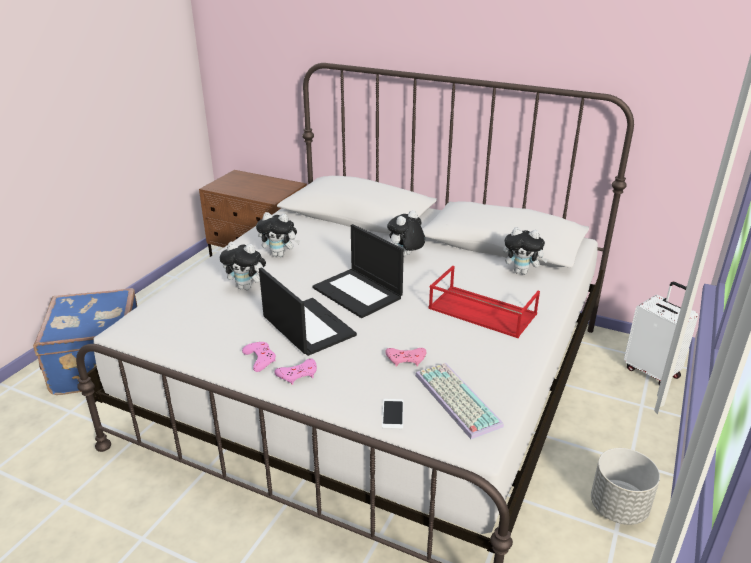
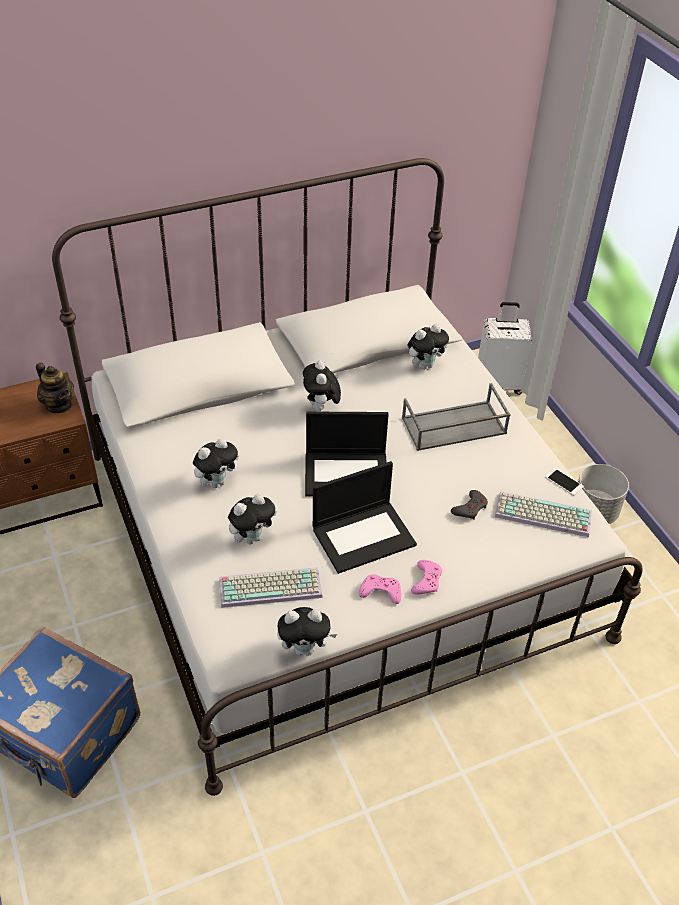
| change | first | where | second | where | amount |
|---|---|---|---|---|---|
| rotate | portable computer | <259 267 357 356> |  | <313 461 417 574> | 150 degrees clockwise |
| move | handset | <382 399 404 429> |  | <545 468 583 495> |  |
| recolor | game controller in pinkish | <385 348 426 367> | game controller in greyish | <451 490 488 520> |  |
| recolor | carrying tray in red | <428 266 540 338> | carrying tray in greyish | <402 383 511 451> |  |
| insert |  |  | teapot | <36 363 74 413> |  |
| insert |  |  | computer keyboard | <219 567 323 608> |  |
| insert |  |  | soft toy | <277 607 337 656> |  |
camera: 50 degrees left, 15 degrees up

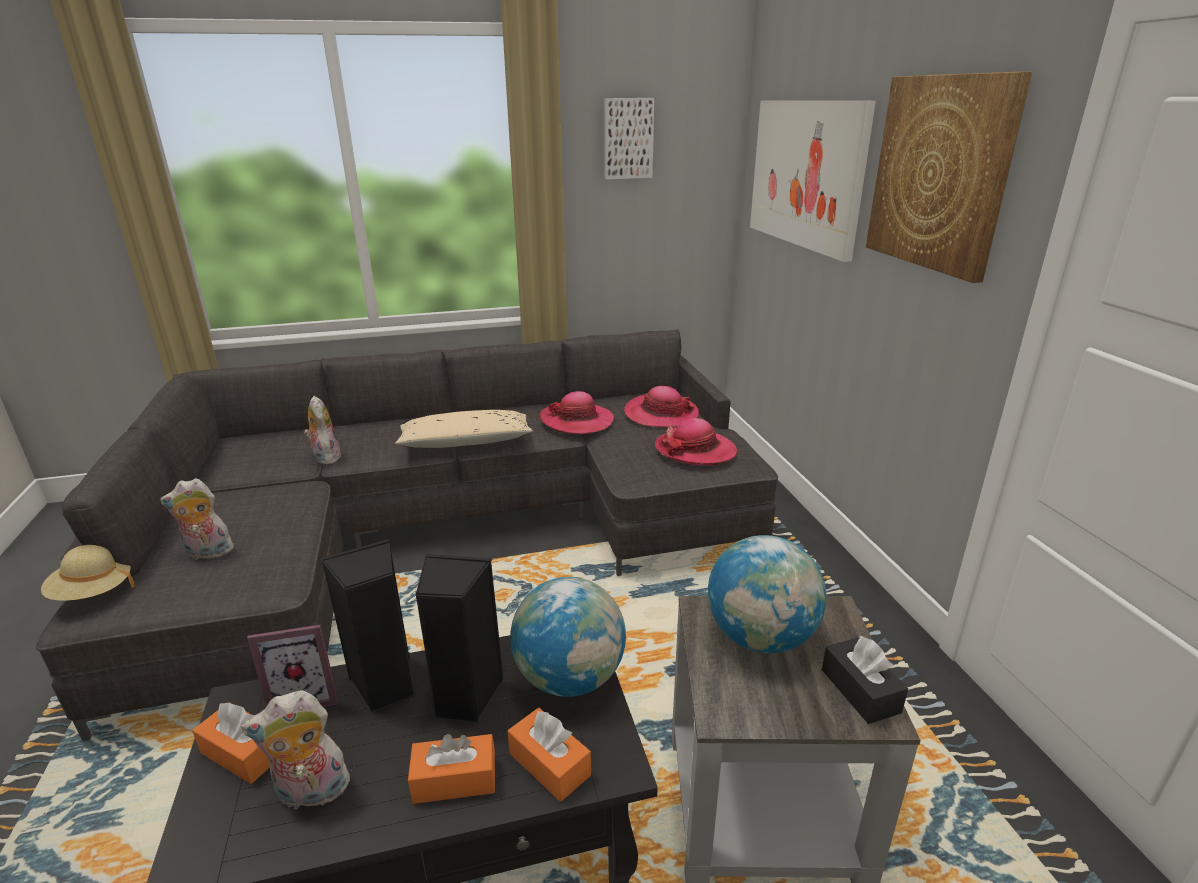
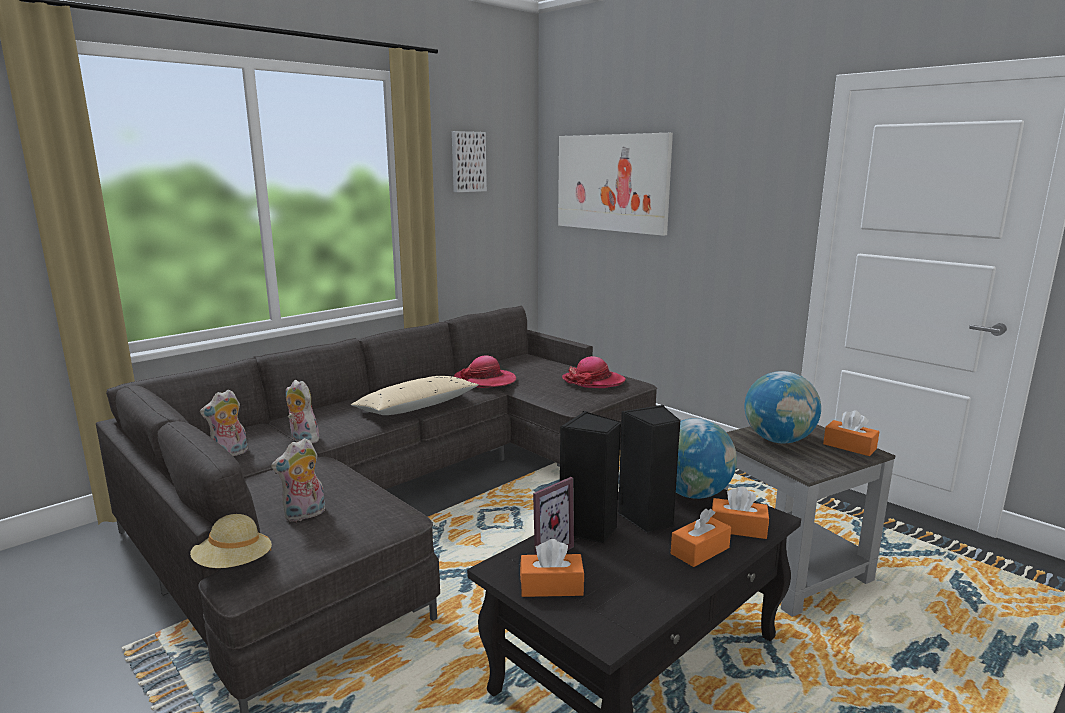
| change | first | where | second | where | amount |
|---|---|---|---|---|---|
| move | soft toy | <241 690 352 810> |  | <200 390 248 456> |  |
| delete | hat | <624 386 699 427> |  |  |  |
| recolor | box of tissues in black-coloured | <822 636 908 724> | box of tissues in orangey | <823 410 879 456> |  |
| delete | wall picture | <866 71 1032 283> |  |  |  |
camera: 30 degrees left, 10 degrees down

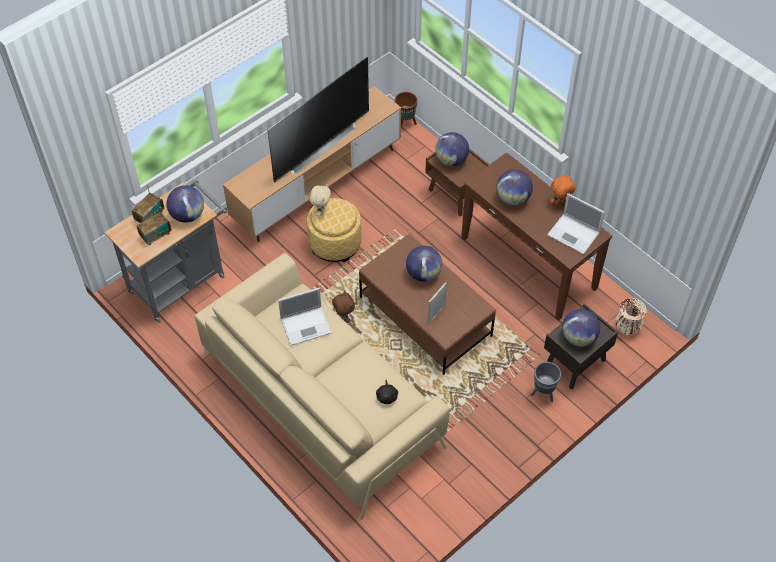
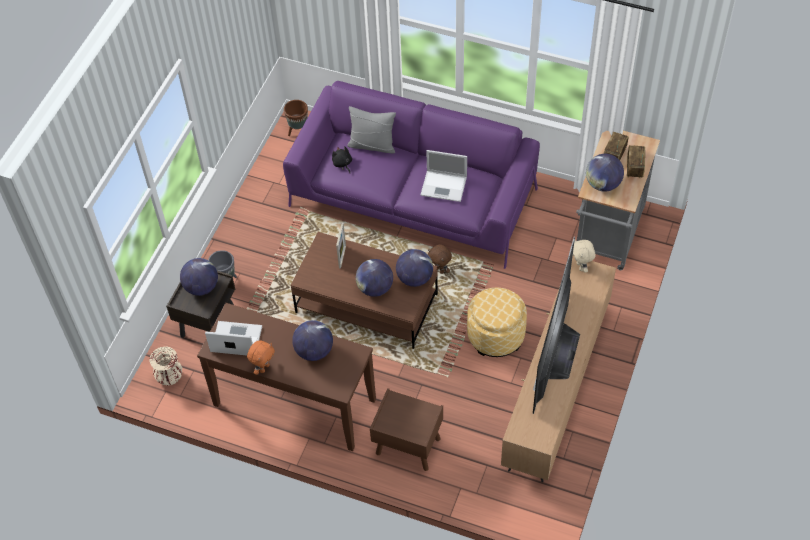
| change | first | where | second | where | amount |
|---|---|---|---|---|---|
| recolor | settee in beige | <195 253 449 520> | settee in purplish | <283 81 540 269> |  |
| rotate | portable computer | <278 288 332 346> |  | <420 150 467 202> | 120 degrees counterclockwise |
| move | soft toy in beige | <310 185 331 216> |  | <573 240 595 273> |  |
| move | plant pot in brownish | <395 92 418 128> |  | <284 100 308 136> |  |
| move | desk globe | <435 132 469 166> |  | <396 249 433 287> |  |
| insert |  |  | throw pillow in greyish | <347 106 396 153> |  |
camera: 155 degrees right, 0 degrees up

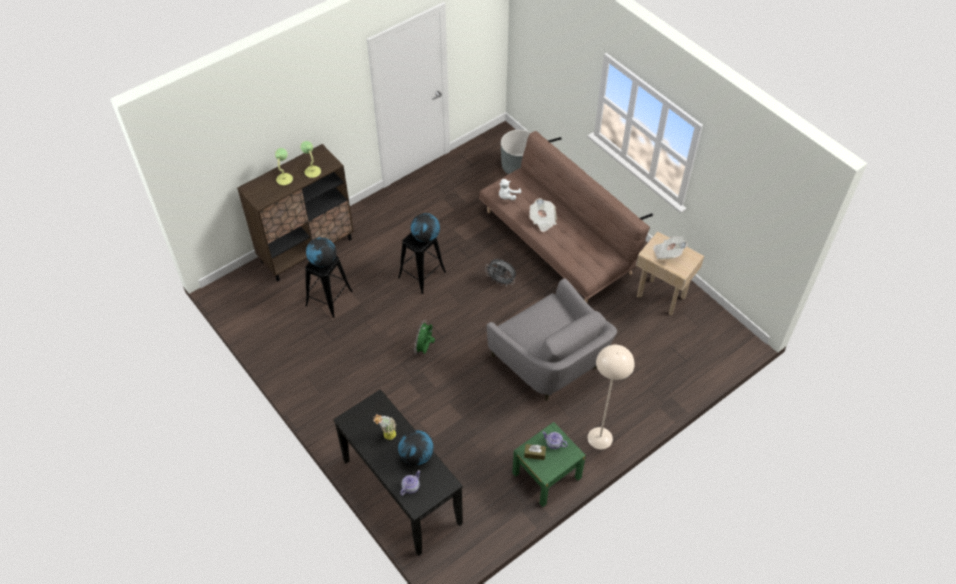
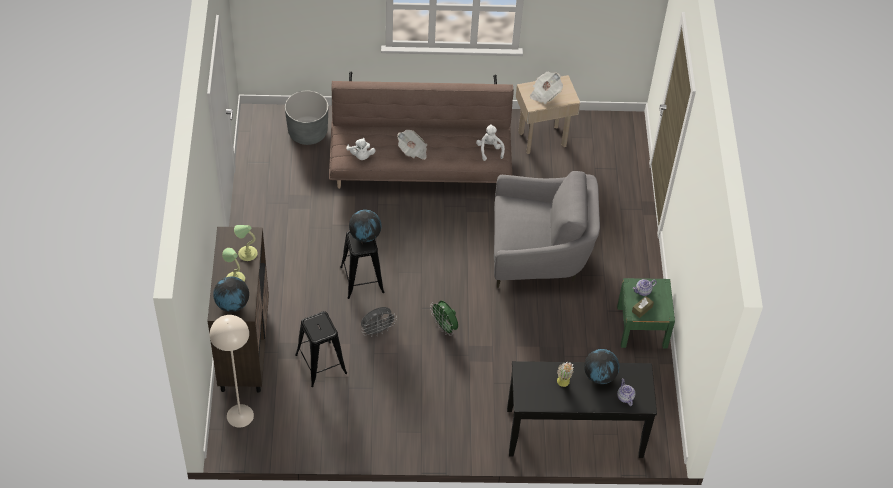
| change | first | where | second | where | amount |
|---|---|---|---|---|---|
| move | desk globe | <306 237 336 267> |  | <213 277 249 312> |  |
| move | cooling fan in greyish | <485 259 516 286> |  | <361 307 397 337> |  |
| move | standard lamp in beige | <588 345 635 449> |  | <210 315 254 428> |  |
| insert |  |  | soft toy in white-coloured | <476 124 505 161> |  |
camera: 55 degrees left, 0 degrees up

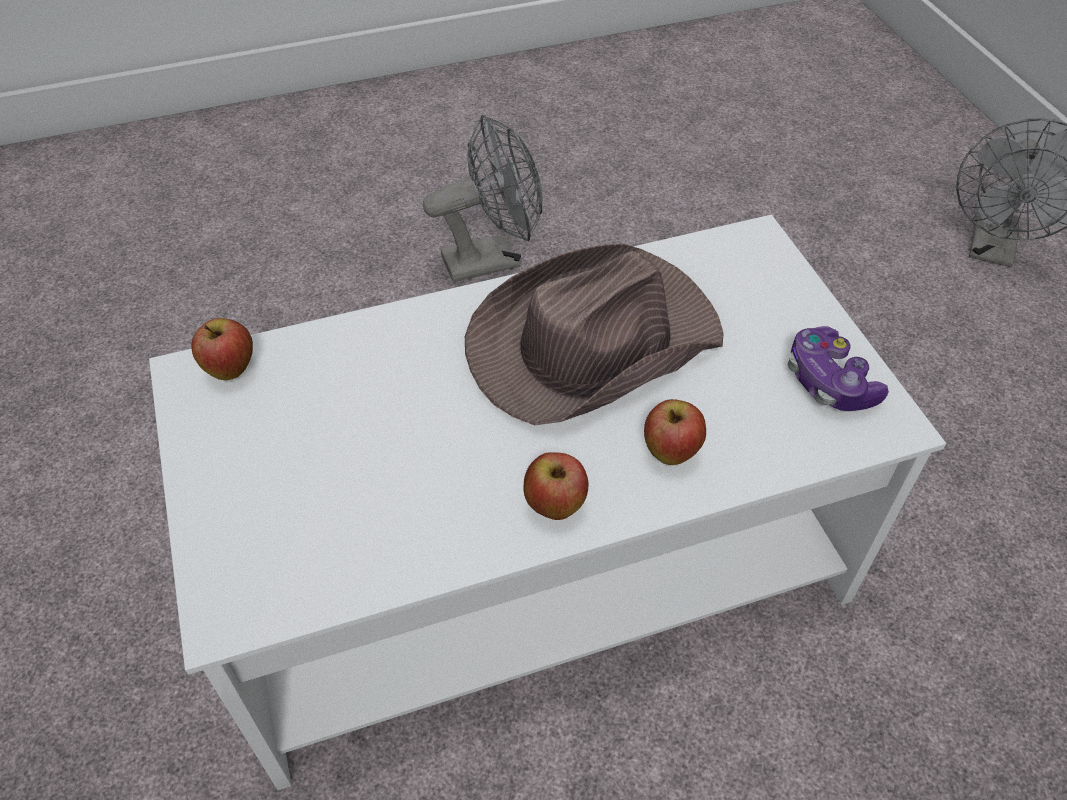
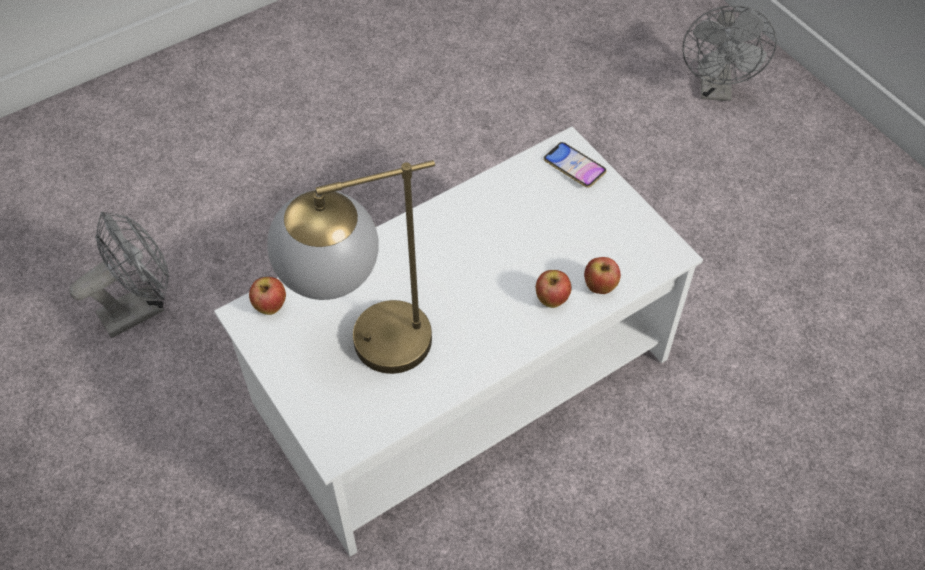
| change | first | where | second | where | amount |
|---|---|---|---|---|---|
| move | cooling fan in greyish | <423 115 542 282> |  | <69 211 169 338> |  |
| delete | hat in brownish | <465 244 724 425> |  |  |  |
| move | apple fruit | <524 452 588 520> |  | <584 257 621 294> |  |
| delete | game controller | <788 326 889 411> |  |  |  |
| insert |  |  | lamp for a table | <267 160 435 374> |  |
| insert |  |  | handset | <544 142 607 188> |  |
camera: 15 degrees left, 5 degrees up

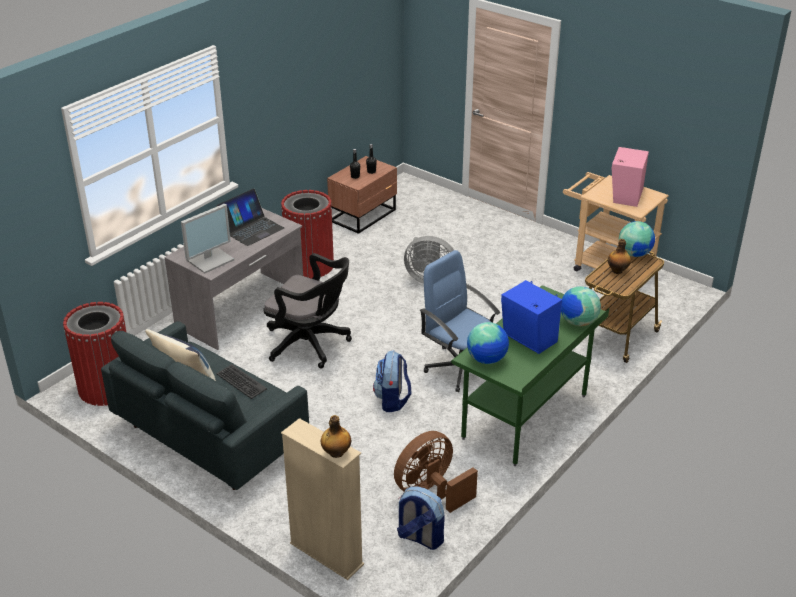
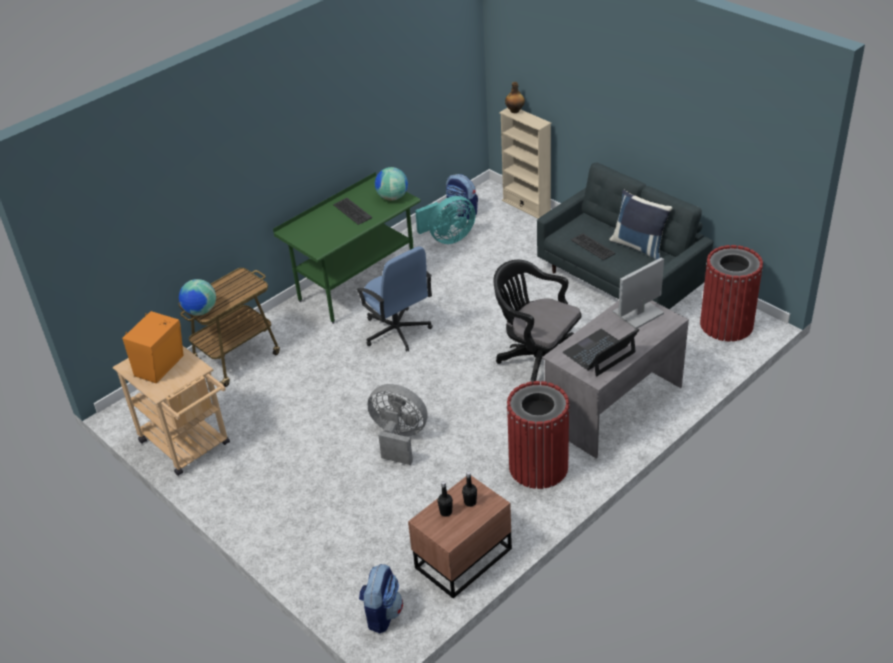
| change | first | where | second | where | amount |
|---|---|---|---|---|---|
| move | rucksack | <373 351 411 412> |  | <359 564 403 633> |  |
| recolor | cooling fan in brownish | <394 431 478 513> | cooling fan in turquoise | <415 196 476 244> |  |
| replace | loudspeaker in blue-coloured | <501 280 562 354> | computer keyboard | <333 198 372 225> |  |
| delete | desk globe | <561 286 601 326> |  |  |  |
| delete | drink bottle | <608 239 631 274> |  |  |  |
| recolor | loudspeaker in pinkish | <611 147 649 207> | loudspeaker in orangey | <122 311 184 383> |  |
camera: 170 degrees left, 5 degrees up

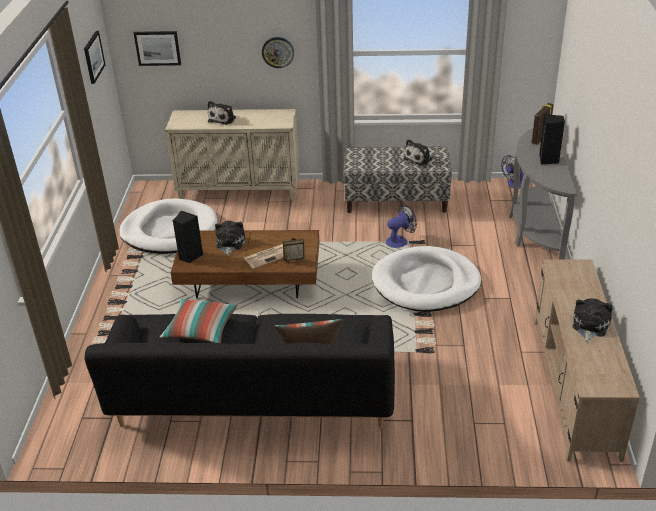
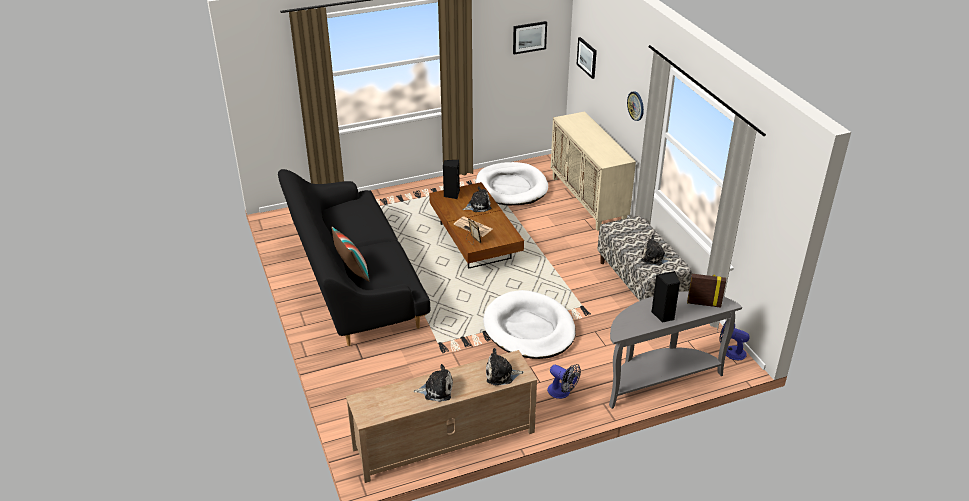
| change | first | where | second | where | amount |
|---|---|---|---|---|---|
| delete | throw pillow | <160 299 237 343> |  |  |  |
| move | soft toy | <208 101 236 125> |  | <486 348 524 385> |  |
| move | cooling fan | <386 205 417 248> |  | <547 364 581 399> |  |
camera: 65 degrees right, 0 degrees up

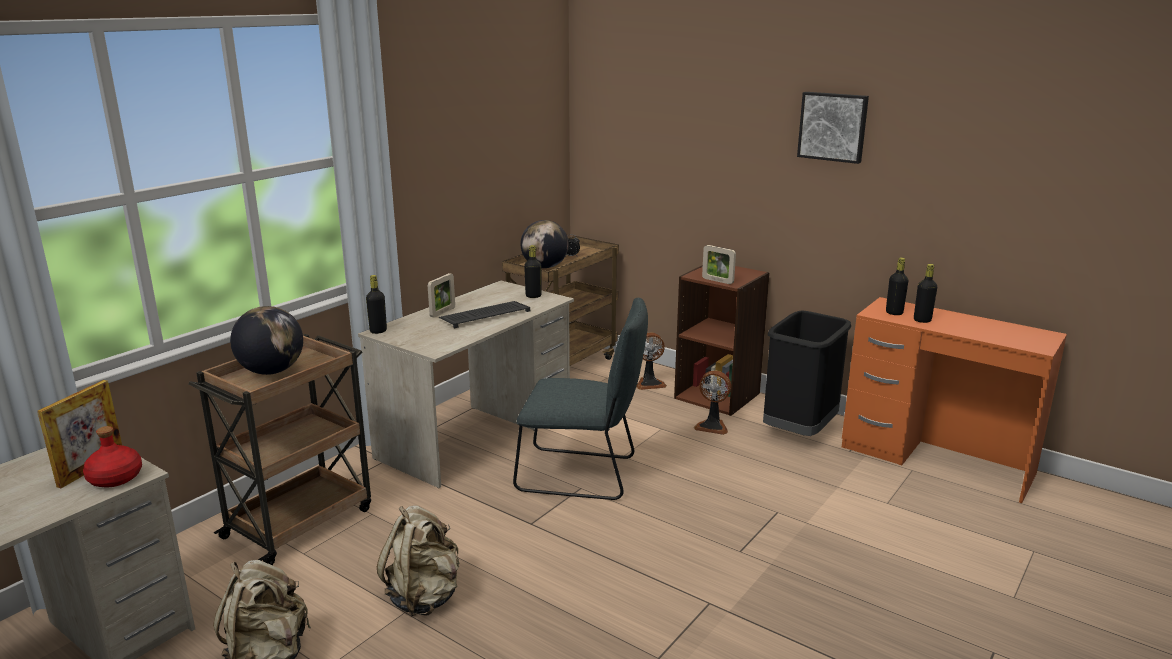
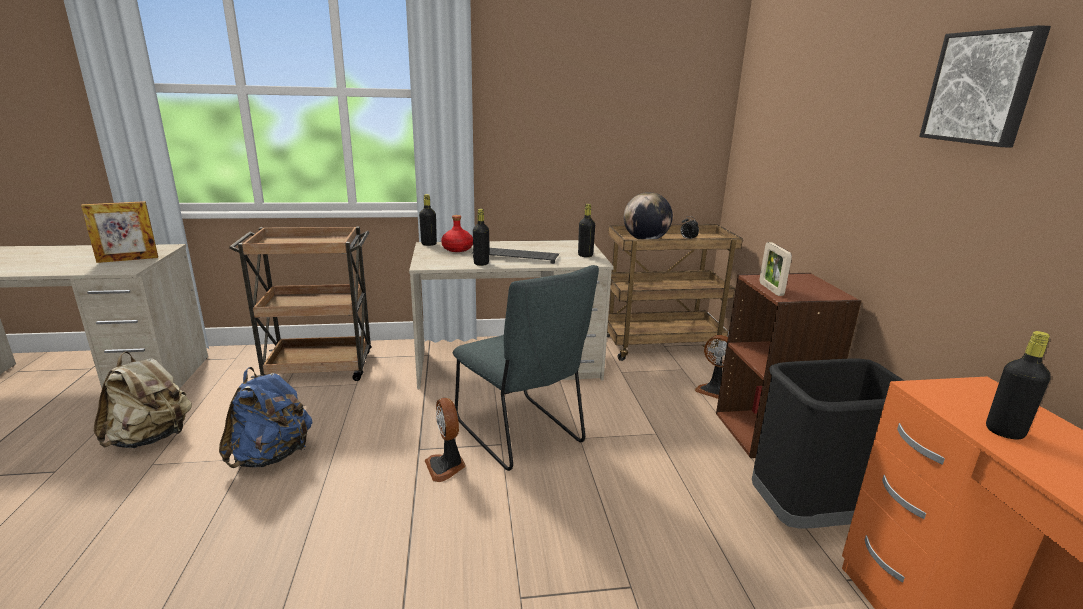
| change | first | where | second | where | amount |
|---|---|---|---|---|---|
| move | drink bottle in red | <83 426 142 487> |  | <441 215 473 252> |  |
| delete | desk globe | <230 306 303 375> |  |  |  |
| recolor | rucksack in beige | <377 505 460 616> | rucksack in blue-coloured | <219 367 313 468> |  |
| delete | picture frame | <428 273 455 318> |  |  |  |
| move | cooling fan | <694 370 731 435> |  | <425 398 466 482> |  |
| move | drink bottle in black-coloured | <886 257 909 315> |  | <473 209 489 266> |  |
camera: 45 degrees right, 0 degrees up

